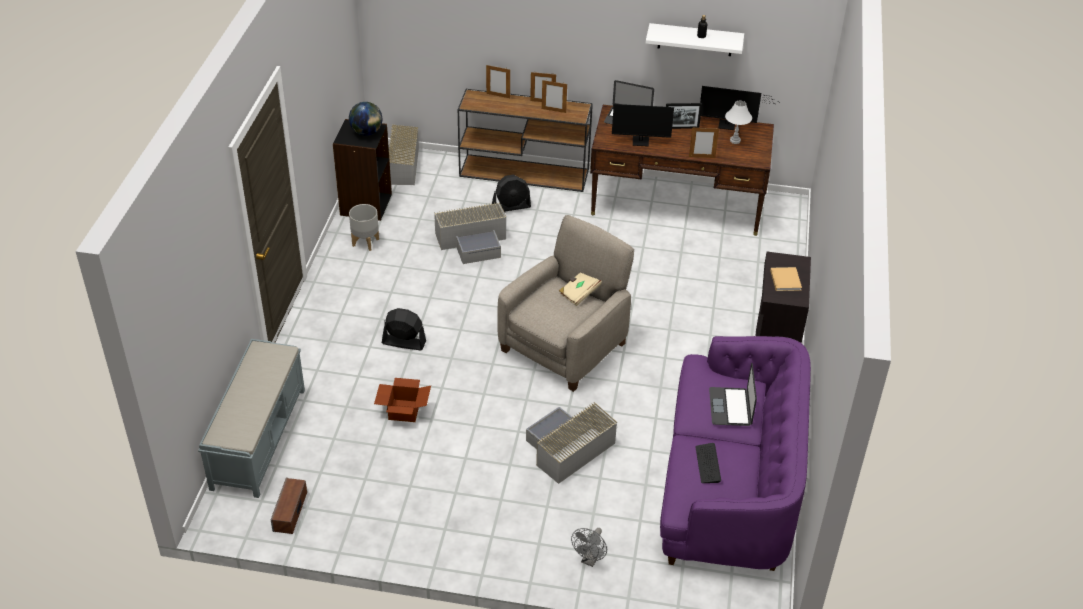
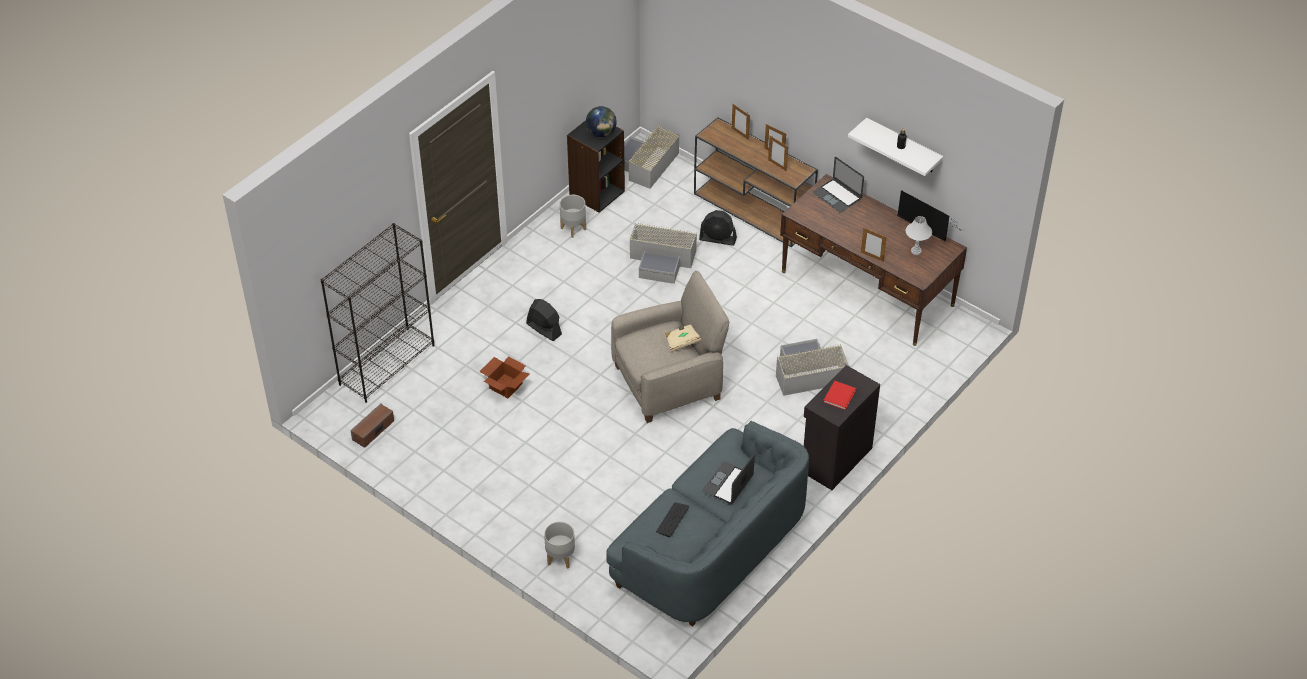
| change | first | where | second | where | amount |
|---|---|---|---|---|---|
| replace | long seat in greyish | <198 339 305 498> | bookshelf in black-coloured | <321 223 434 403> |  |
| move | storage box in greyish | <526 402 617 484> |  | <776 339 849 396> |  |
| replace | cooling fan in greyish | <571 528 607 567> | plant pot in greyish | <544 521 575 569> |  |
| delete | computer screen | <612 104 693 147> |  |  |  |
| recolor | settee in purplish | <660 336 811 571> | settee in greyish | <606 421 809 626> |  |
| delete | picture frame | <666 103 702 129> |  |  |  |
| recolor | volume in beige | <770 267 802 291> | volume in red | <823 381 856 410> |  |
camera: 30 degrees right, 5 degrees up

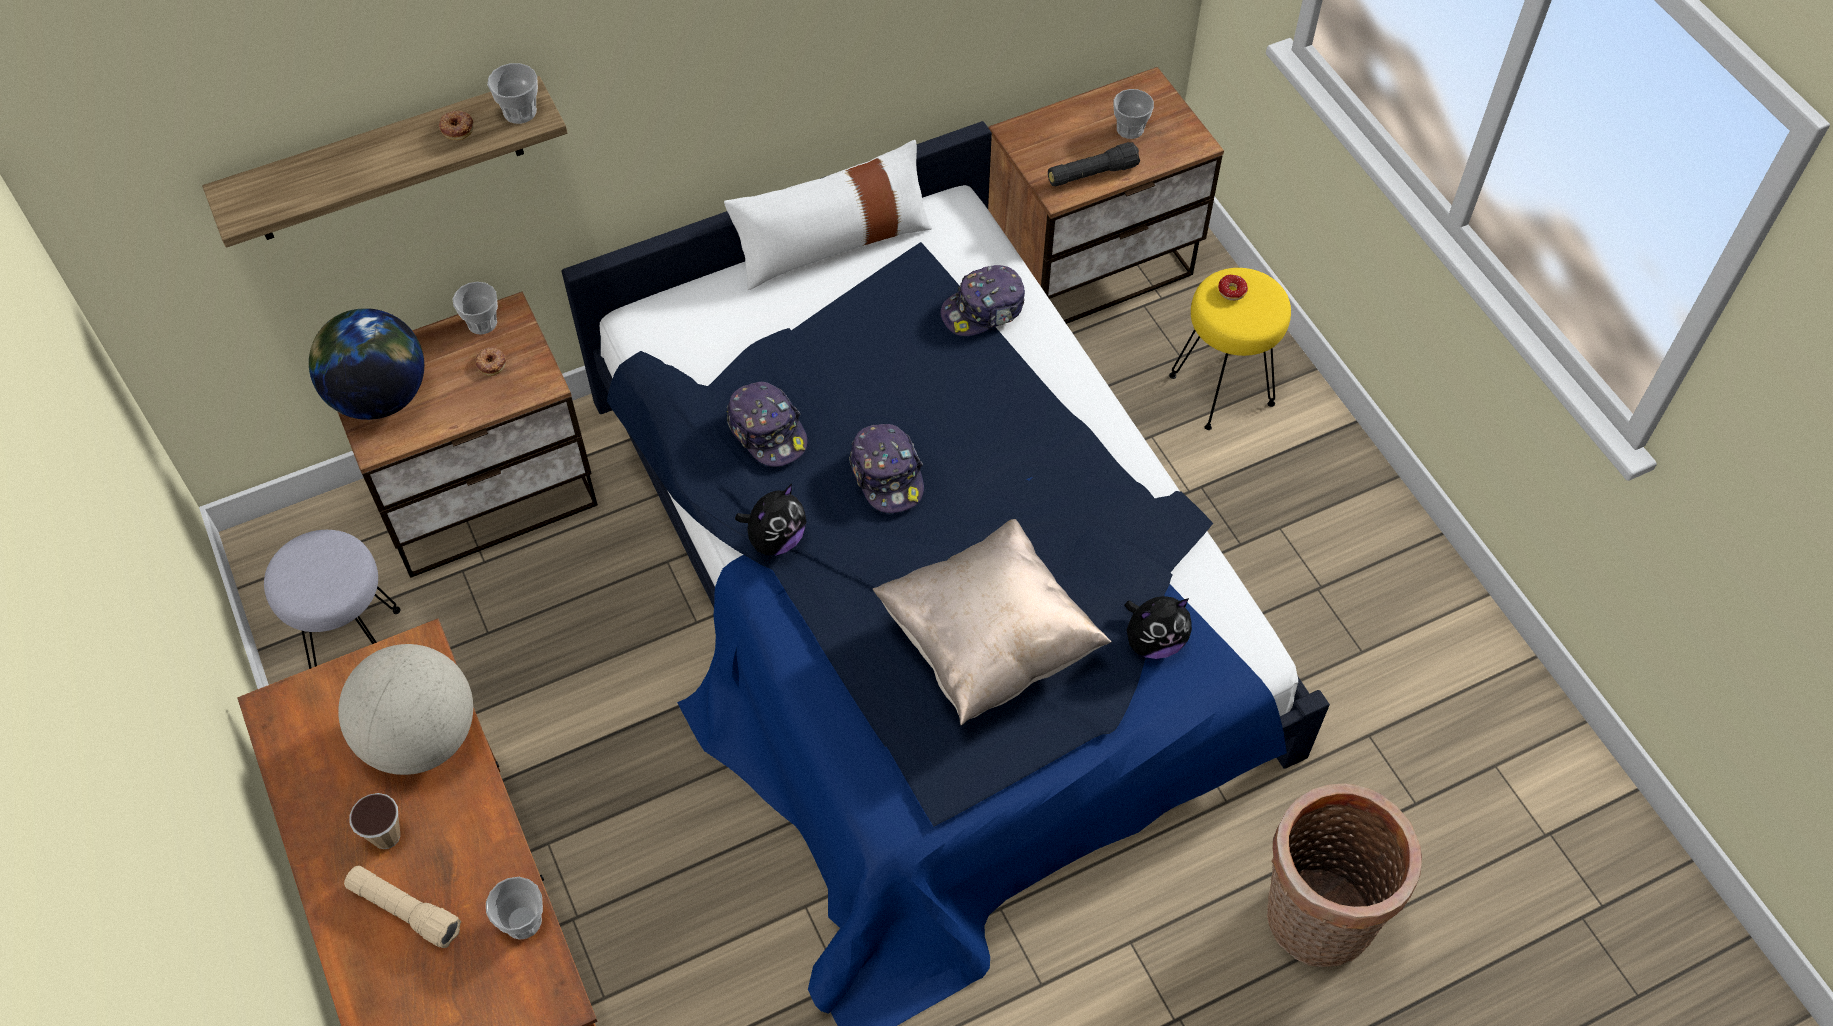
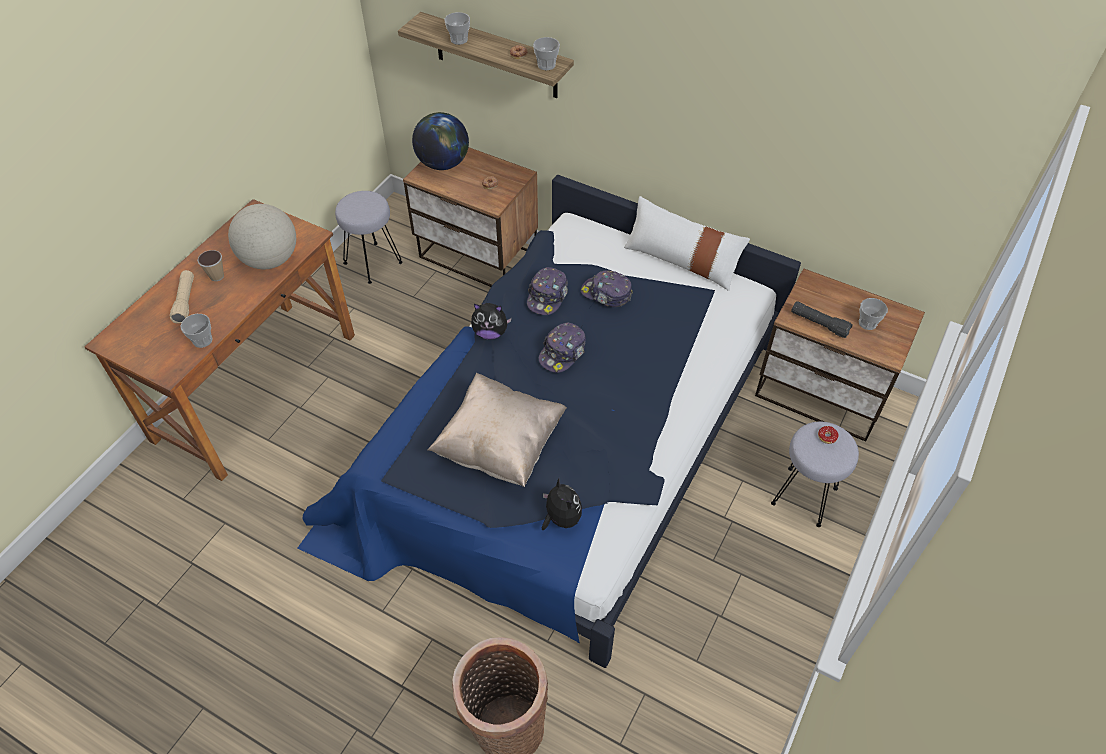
| change | first | where | second | where | amount |
|---|---|---|---|---|---|
| move | cup | <453 282 498 335> |  | <445 12 470 45> |  |
| move | cap | <940 265 1025 336> |  | <581 270 633 307> |  |
| rotate | soft toy | <1124 596 1192 659> |  | <542 479 582 530> | 150 degrees counterclockwise |
| recolor | stool in yellow | <1169 268 1291 430> | stool in greyish | <771 422 859 527> |  |
camera: 55 degrees right, 5 degrees down

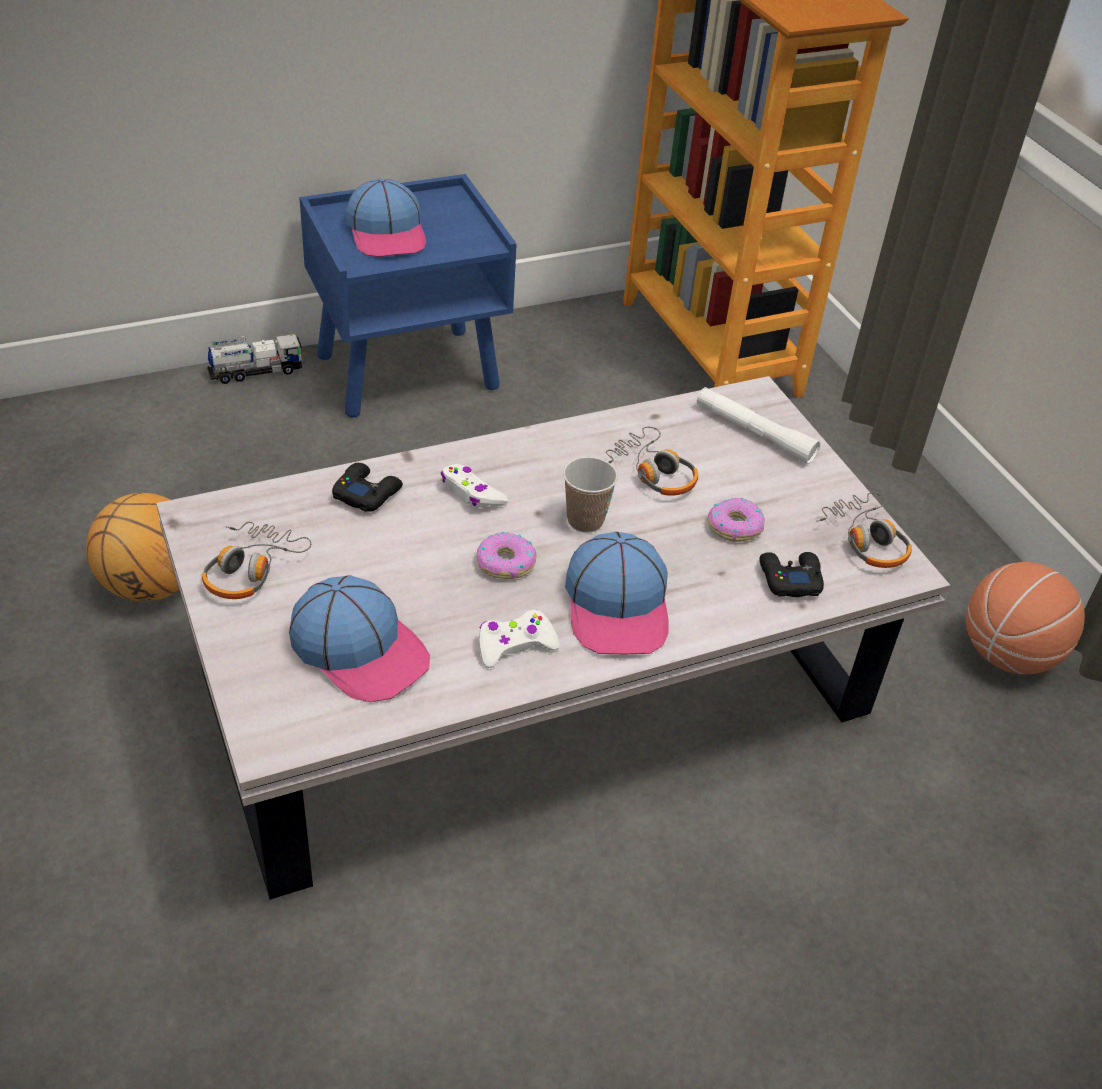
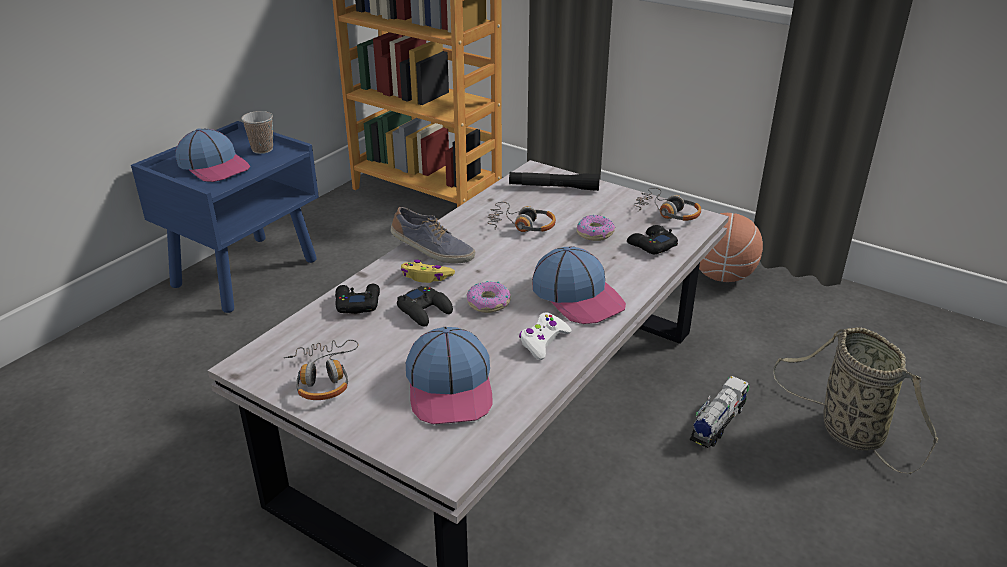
| change | first | where | second | where | amount |
|---|---|---|---|---|---|
| delete | basketball ball | <86 493 179 602> |  |  |  |
| move | toy lorry | <207 334 302 384> |  | <690 376 749 448> |  |
| rotate | cap | <289 575 430 702> |  | <406 327 493 424> | 75 degrees clockwise |
| recolor | game controller in white-coloured | <441 464 508 508> | game controller in yellow | <401 260 455 283> |  |
| move | cup | <563 457 618 533> |  | <241 111 273 154> |  |
| recolor | flashlight in white-coloured | <697 387 821 464> | flashlight in black-coloured | <509 172 600 191> |  |
| insert |  |  | low shoe | <391 207 475 263> |  |
| insert |  |  | game controller in black-coloured | <397 286 453 327> |  |
| insert |  |  | basket | <773 327 938 474> |  |
camera: 30 degrees left, 10 degrees down

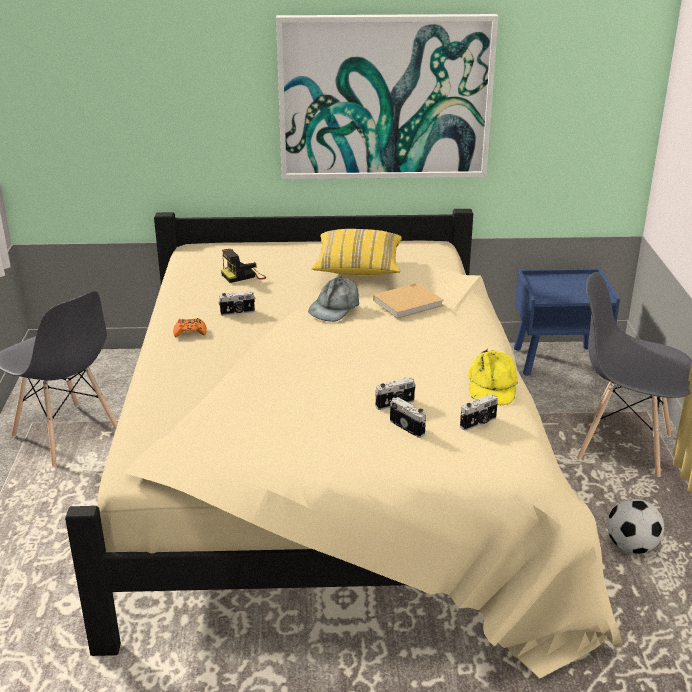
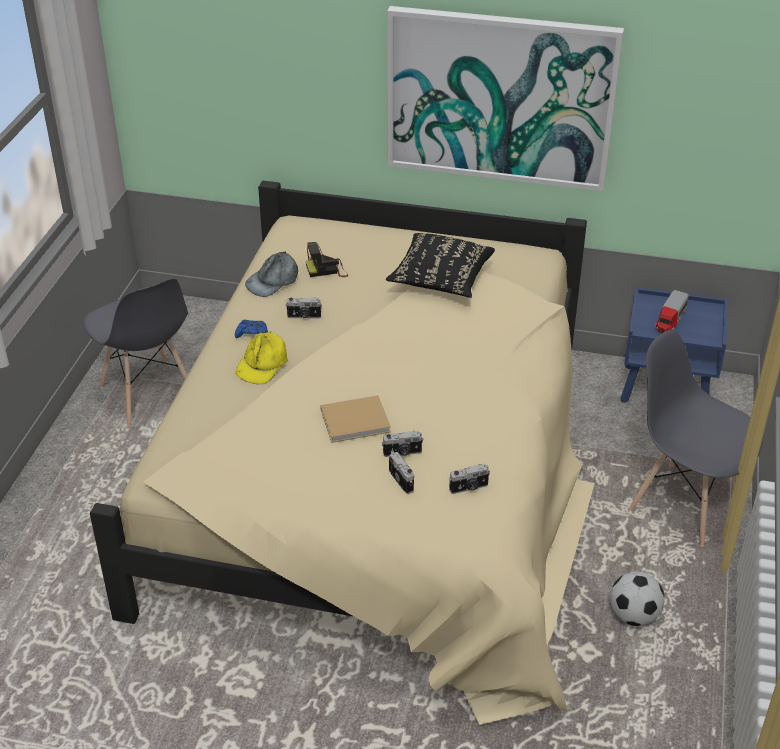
| change | first | where | second | where | amount |
|---|---|---|---|---|---|
| recolor | game controller in orangey | <173 318 207 337> | game controller in blue-coloured | <235 320 267 338> |  |
| move | cap in greyish | <308 276 359 322> |  | <245 251 298 297> |  |
| recolor | throw pillow in yellow | <311 229 402 275> | throw pillow in black-coloured | <386 233 495 298> |  |
| move | volume in beige | <373 283 444 319> |  | <320 395 391 443> |  |
| move | cap in yellow | <468 350 518 405> |  | <236 330 287 384> |  |
| insert |  |  | toy lorry | <655 290 689 333> |  |
camera: 15 degrees right, 10 degrees up

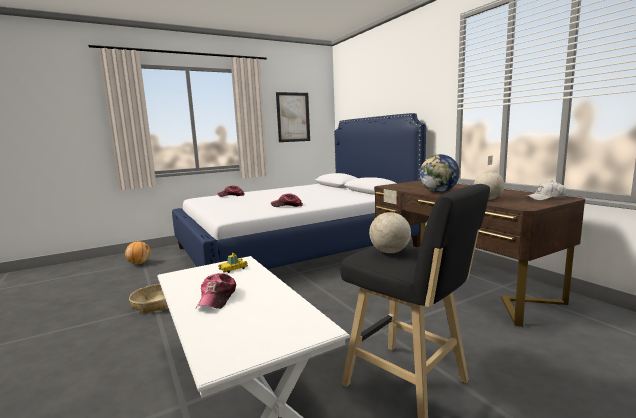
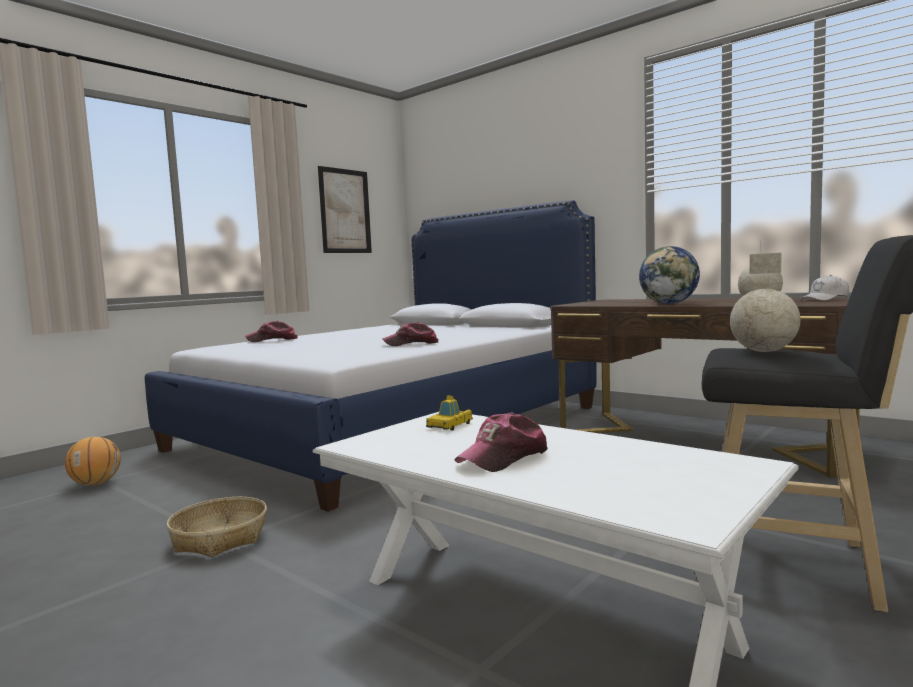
| change | first | where | second | where | amount |
|---|---|---|---|---|---|
| rotate | cap | <196 273 236 309> |  | <455 412 548 472> | 60 degrees clockwise |
camera: 20 degrees left, 5 degrees down

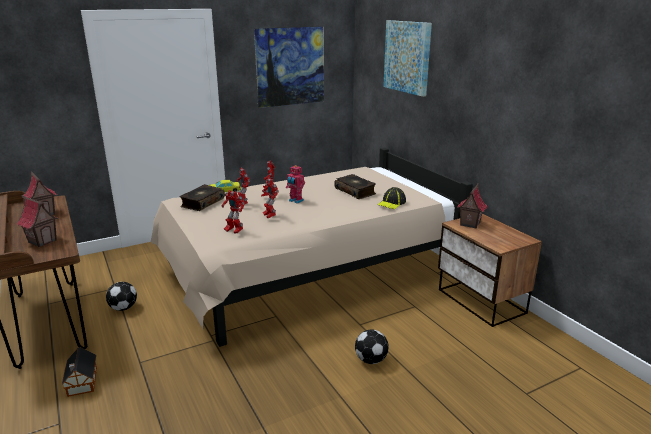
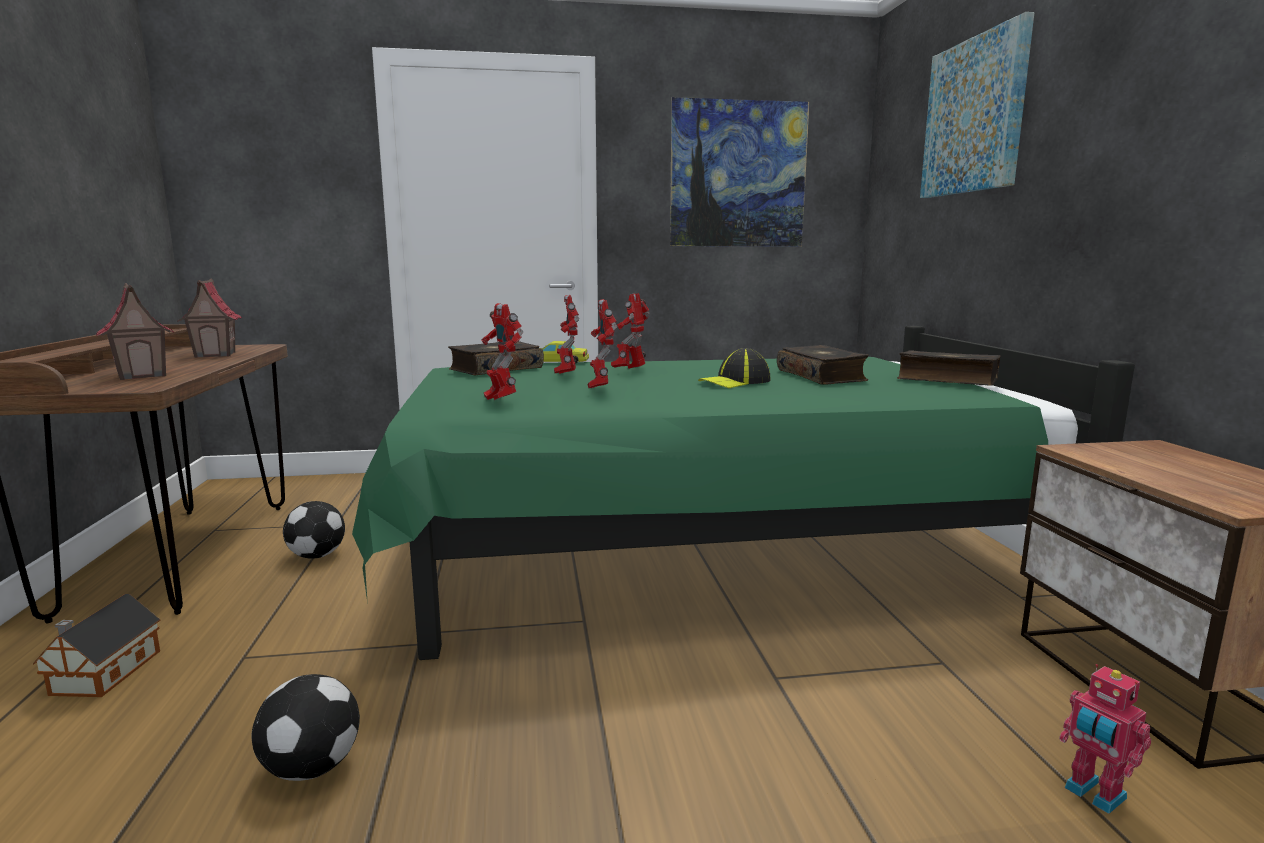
| change | first | where | second | where | amount |
|---|---|---|---|---|---|
| recolor | sleeping bed in beige | <151 148 473 347> | sleeping bed in green | <352 326 1135 660> |  |
| move | model robot | <286 165 305 204> |  | <1059 664 1151 814> |  |
| move | football | <355 330 389 364> |  | <252 674 360 781> |  |
| move | cap | <377 187 406 209> |  | <698 348 771 388> |  |
| delete | model house | <457 183 487 229> |  |  |  |
| insert |  |  | volume | <897 350 1001 386> |  |
camera: 20 degrees right, 10 degrees down

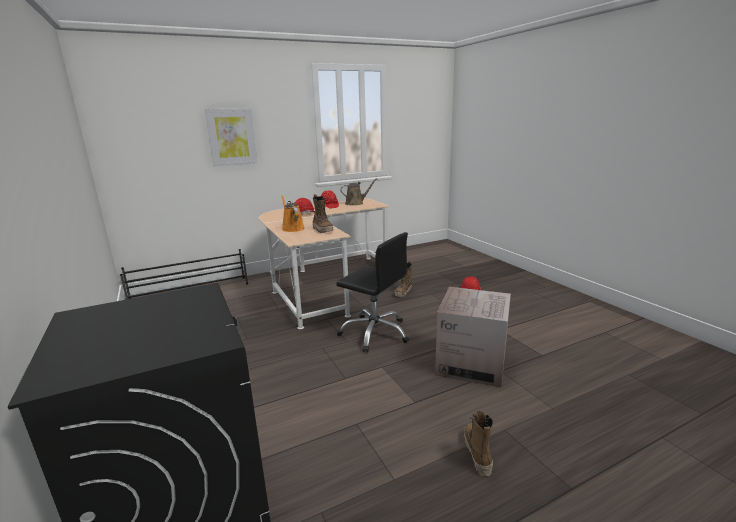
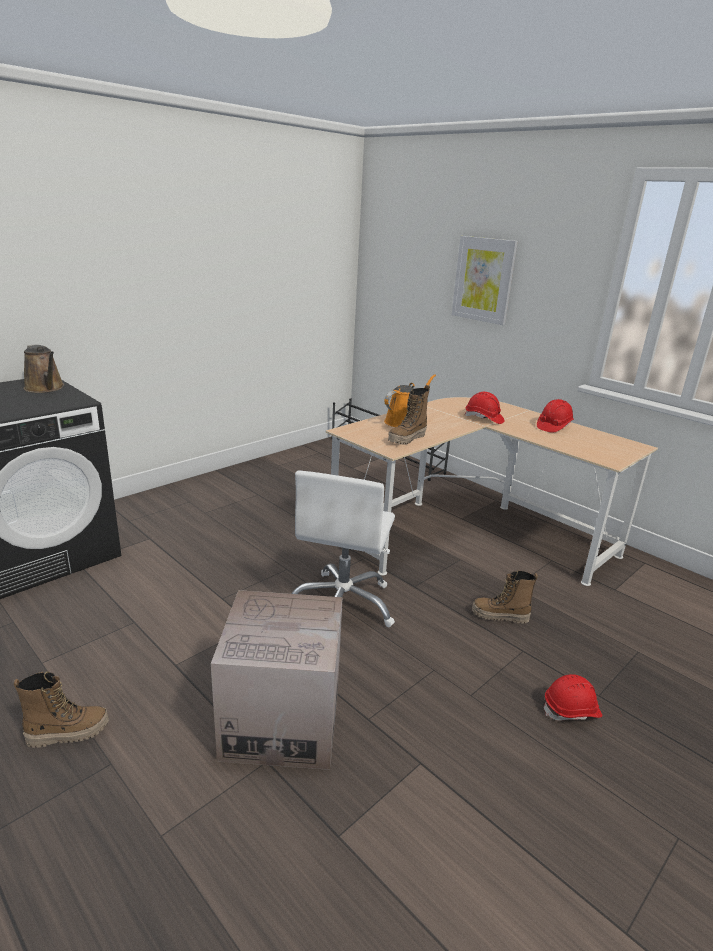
| change | first | where | second | where | amount |
|---|---|---|---|---|---|
| recolor | desk chair in black-coloured | <336 232 409 352> | desk chair in white-coloured | <291 471 395 627> |  |
| move | sprinkling can in brownish | <340 178 377 205> |  | <24 345 64 393> |  |
camera: 70 degrees right, 5 degrees up

